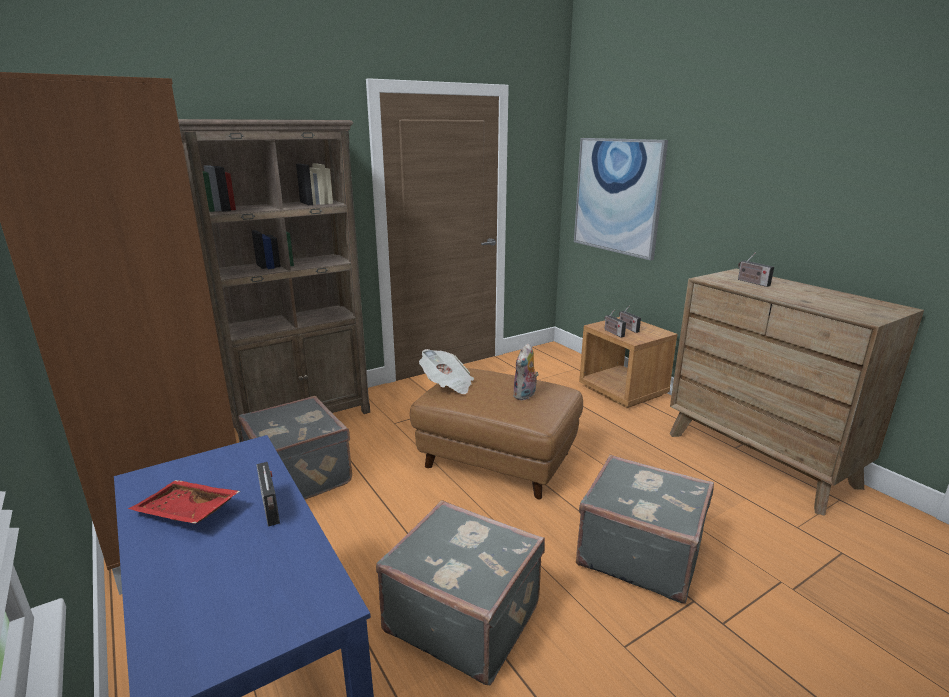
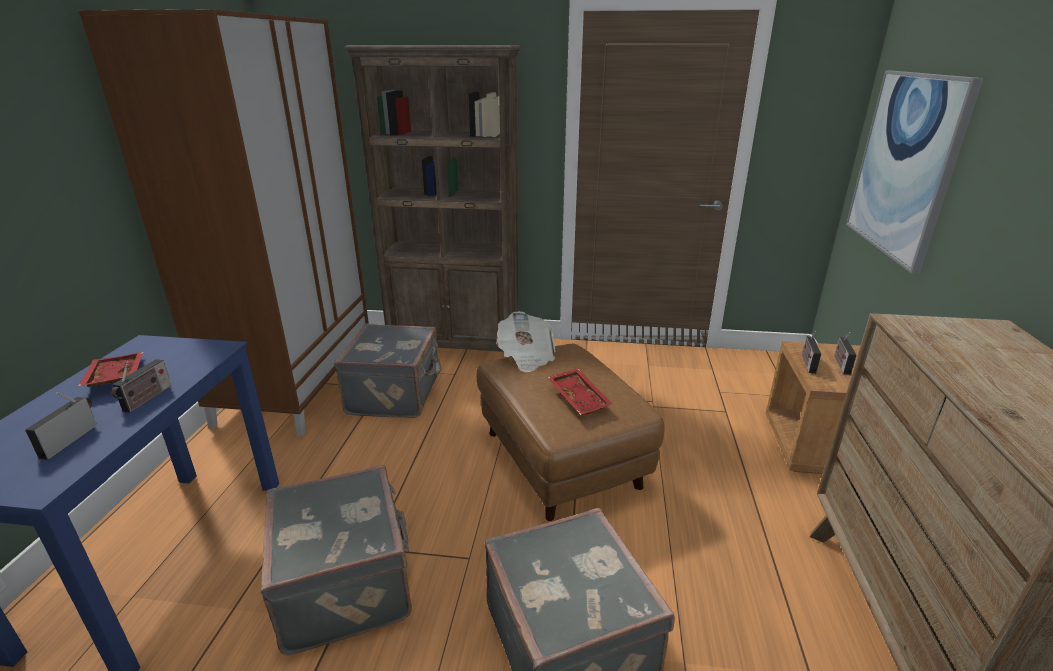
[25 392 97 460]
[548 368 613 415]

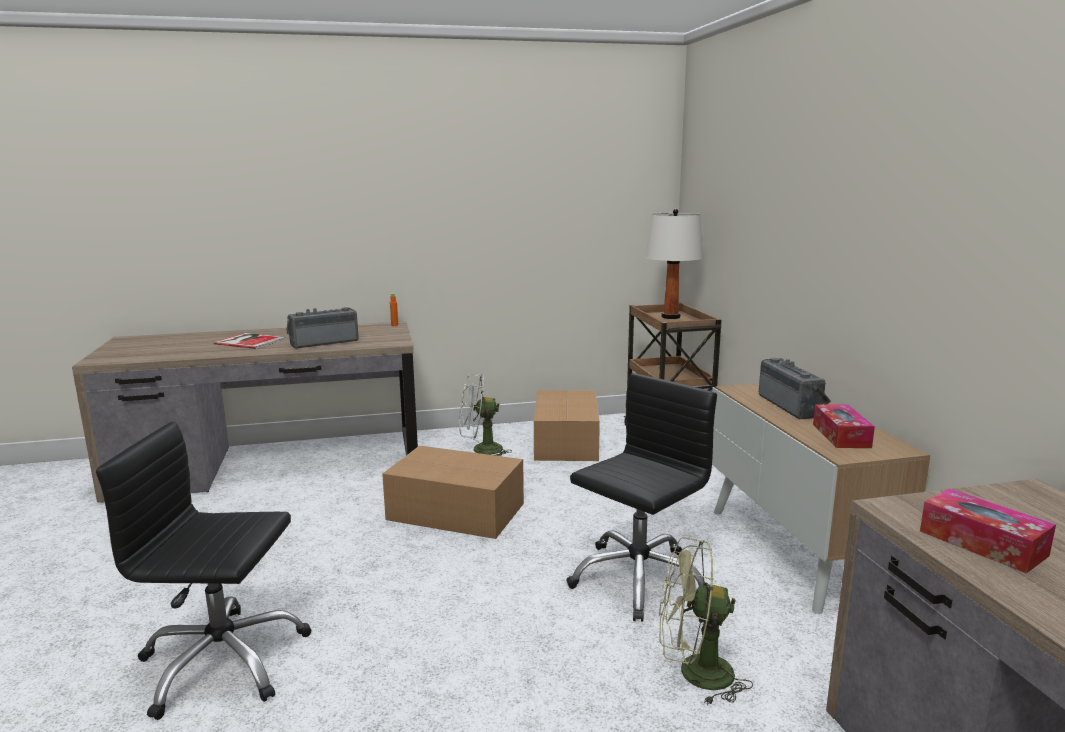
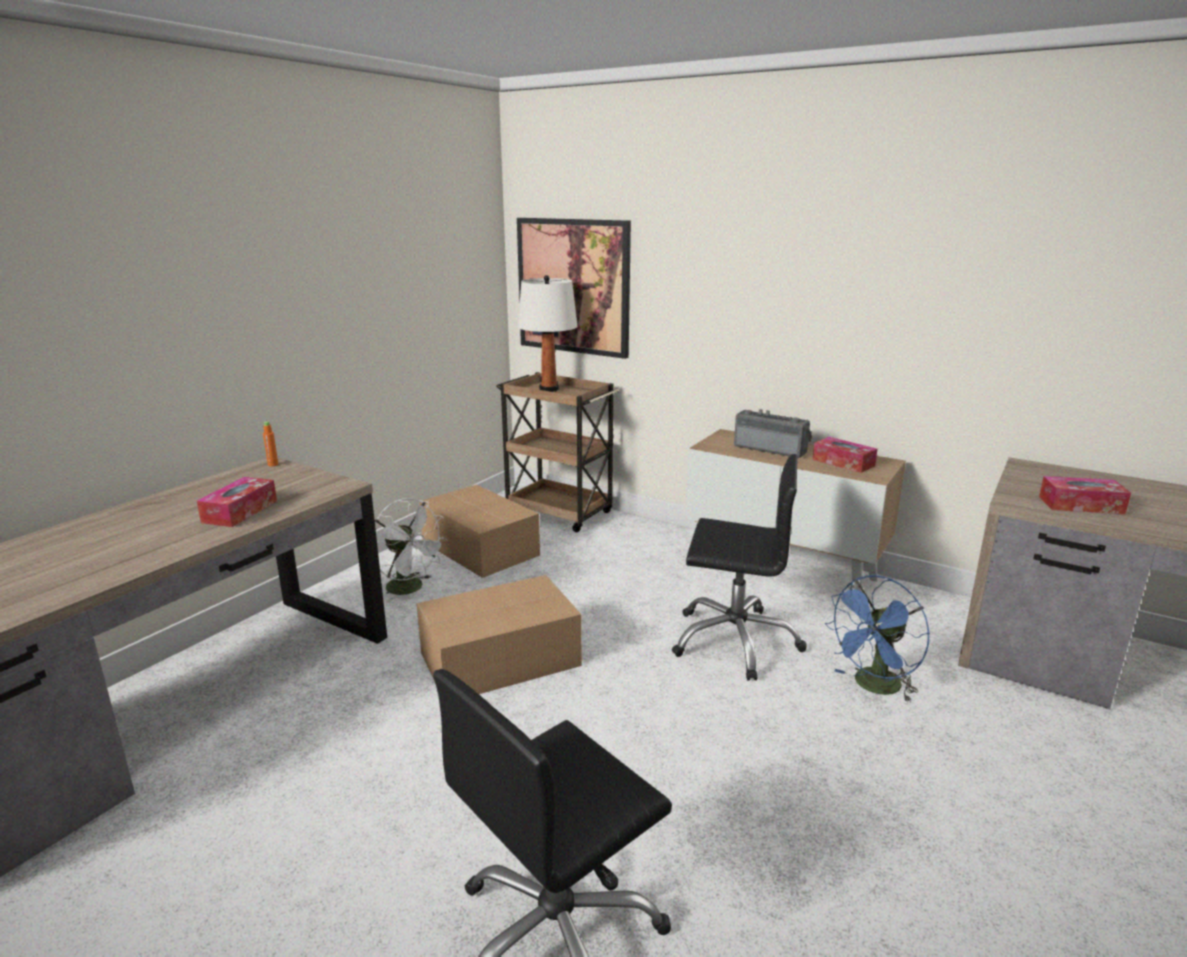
[197 477 277 527]
[213 333 286 349] (first image)
[672 454 807 681]
[375 498 448 603]
[825 575 930 703]
[517 218 631 359]

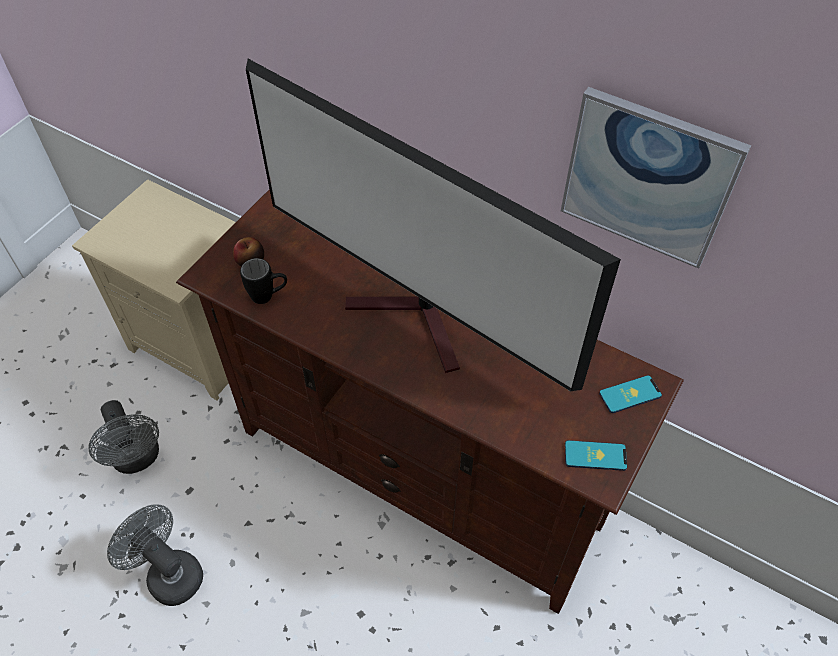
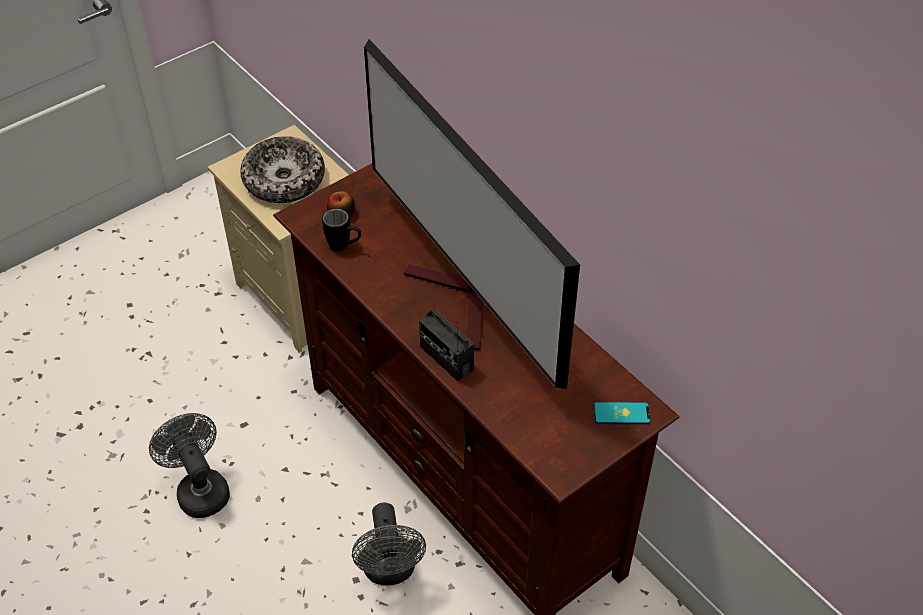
[561 87 751 269] (first image)
[352 503 426 586]
[565 440 627 471] (first image)
[240 136 325 203]
[419 309 474 381]

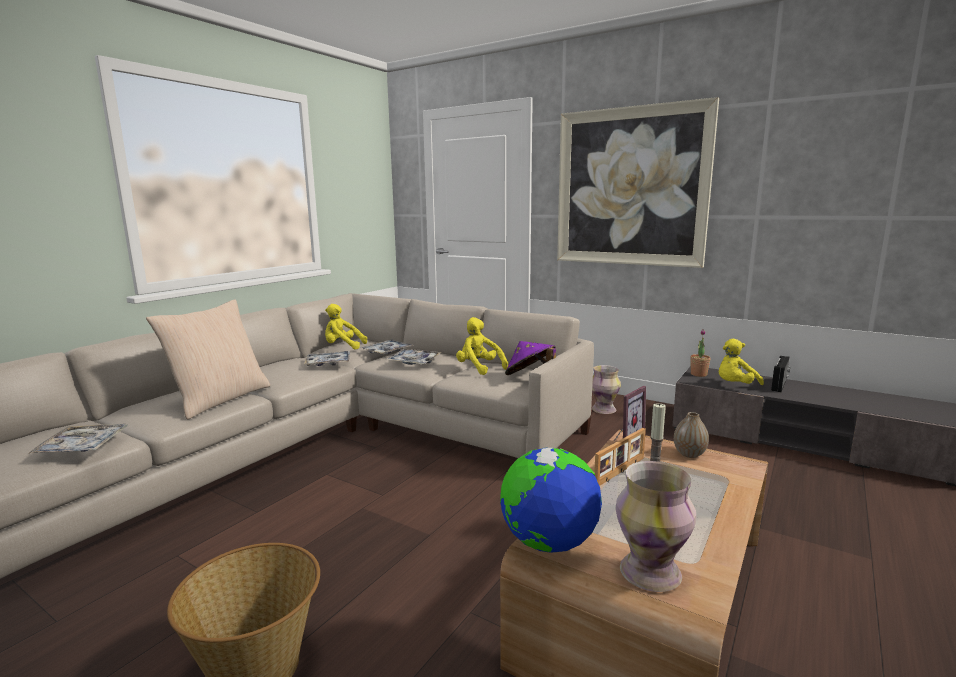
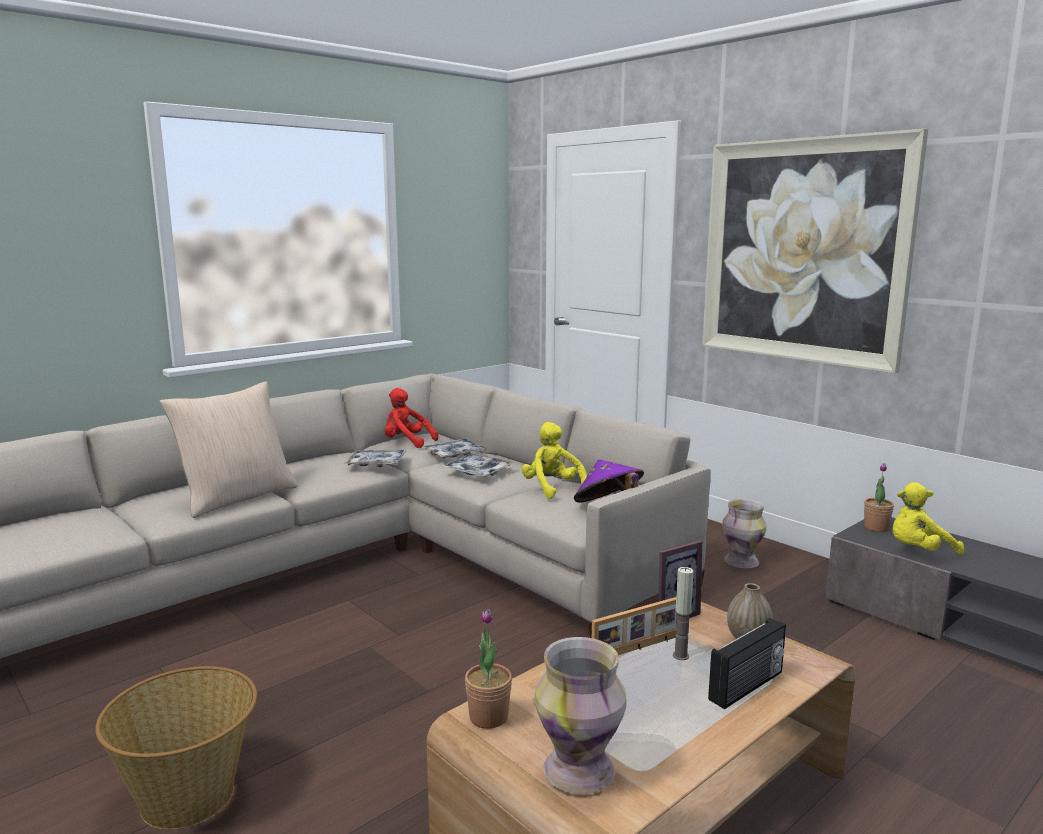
[384 388 438 448]
[708 618 786 709]
[28 424 127 454] (first image)
[465 609 512 729]

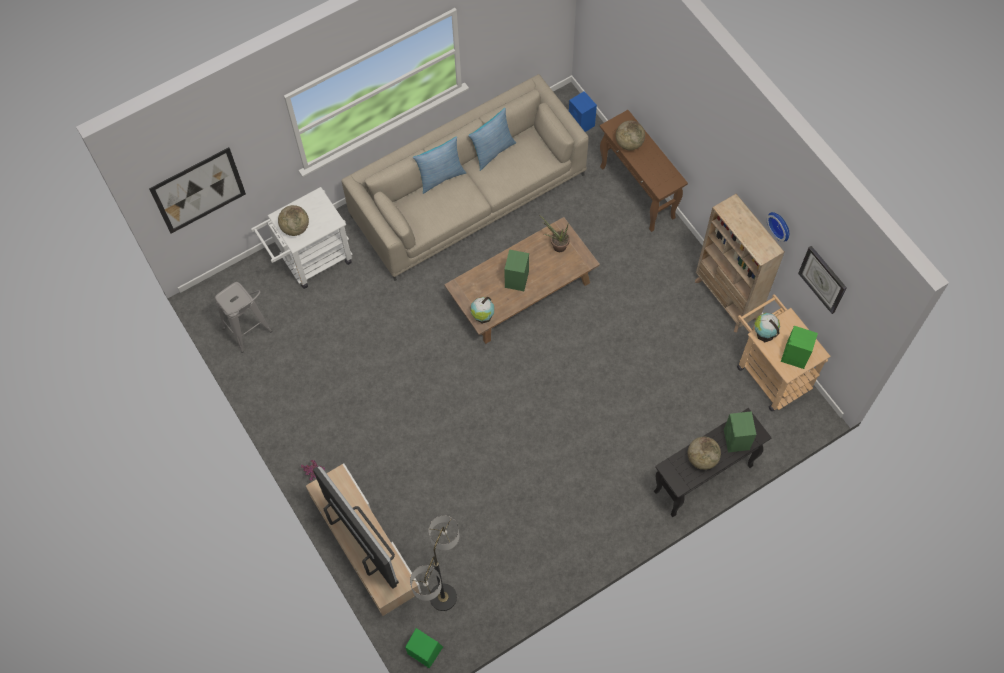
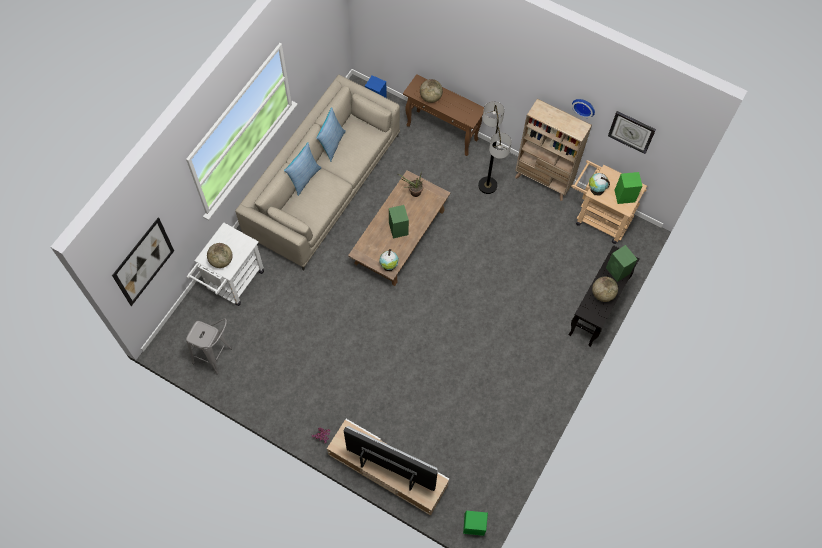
[478 101 512 194]

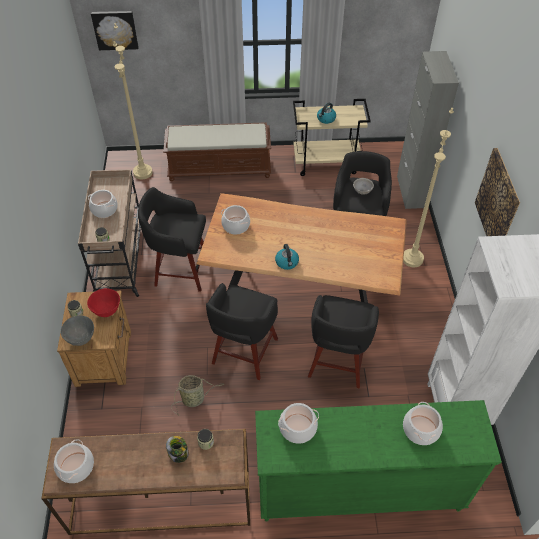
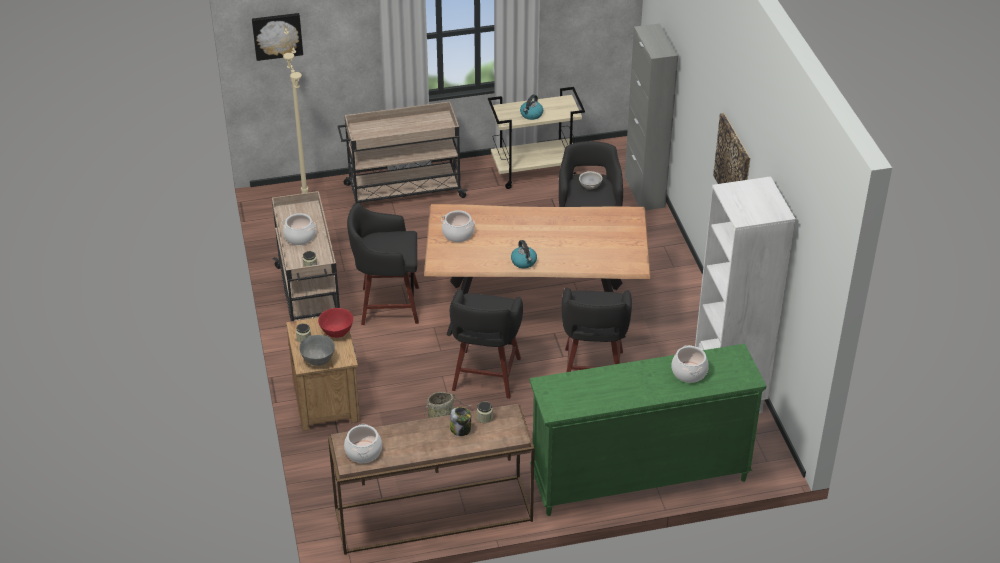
[403 108 454 267] (first image)
[338 102 467 204]
[278 403 319 444] (first image)

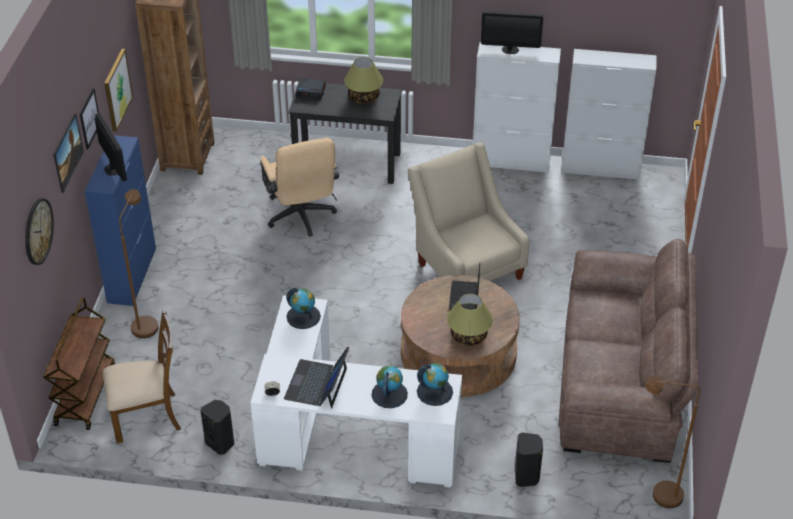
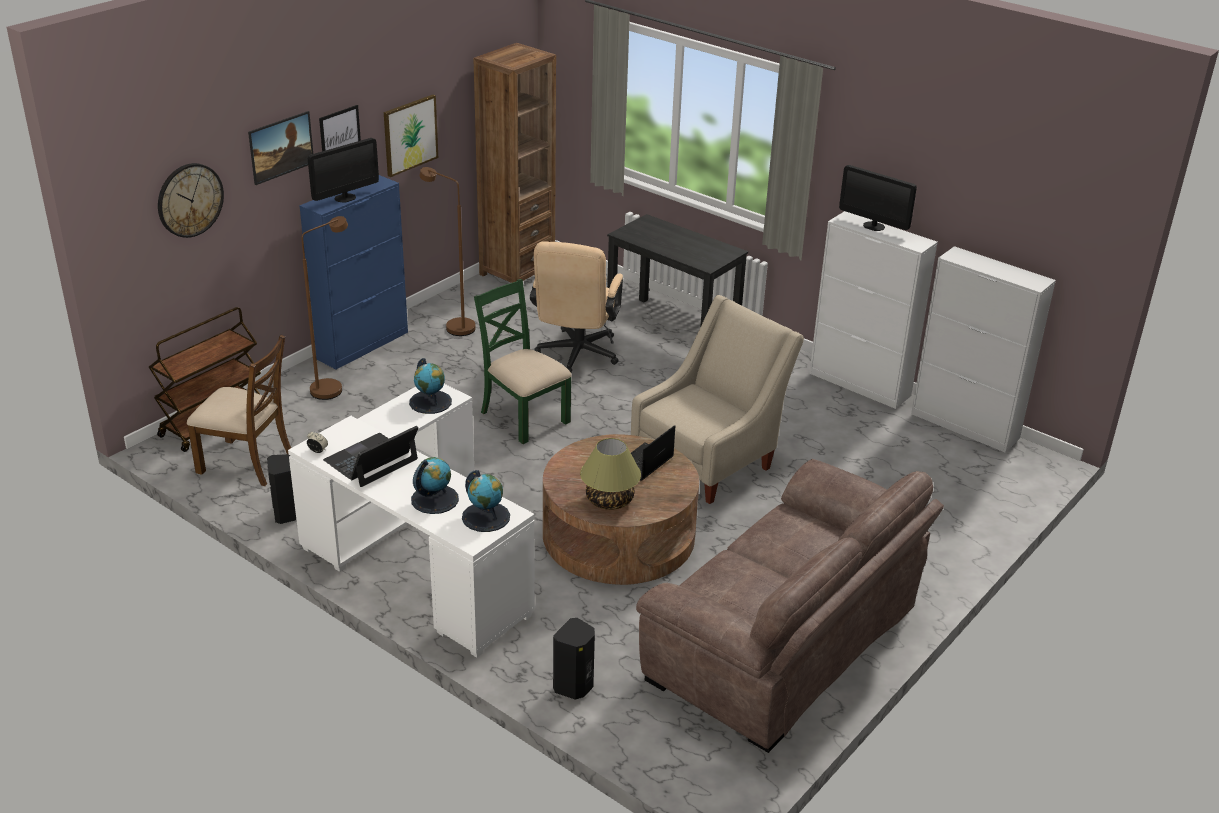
[344 57 383 104] (first image)
[296 78 326 101] (first image)
[308 138 379 203]
[631 295 804 504]
[419 167 476 336]
[474 279 572 444]

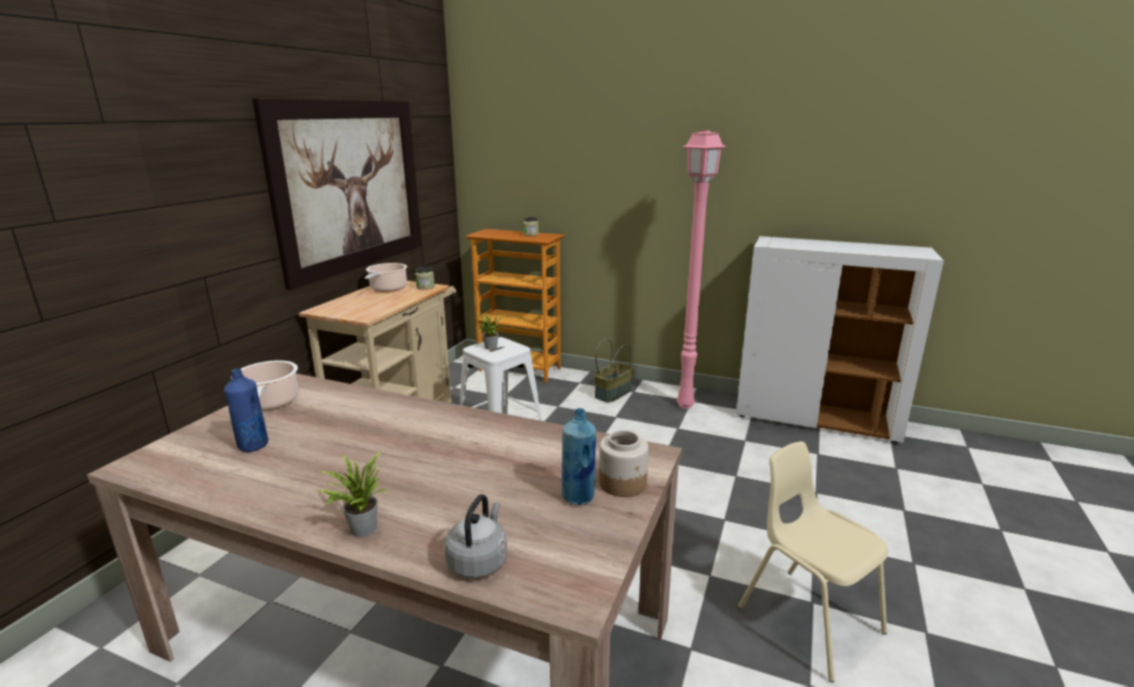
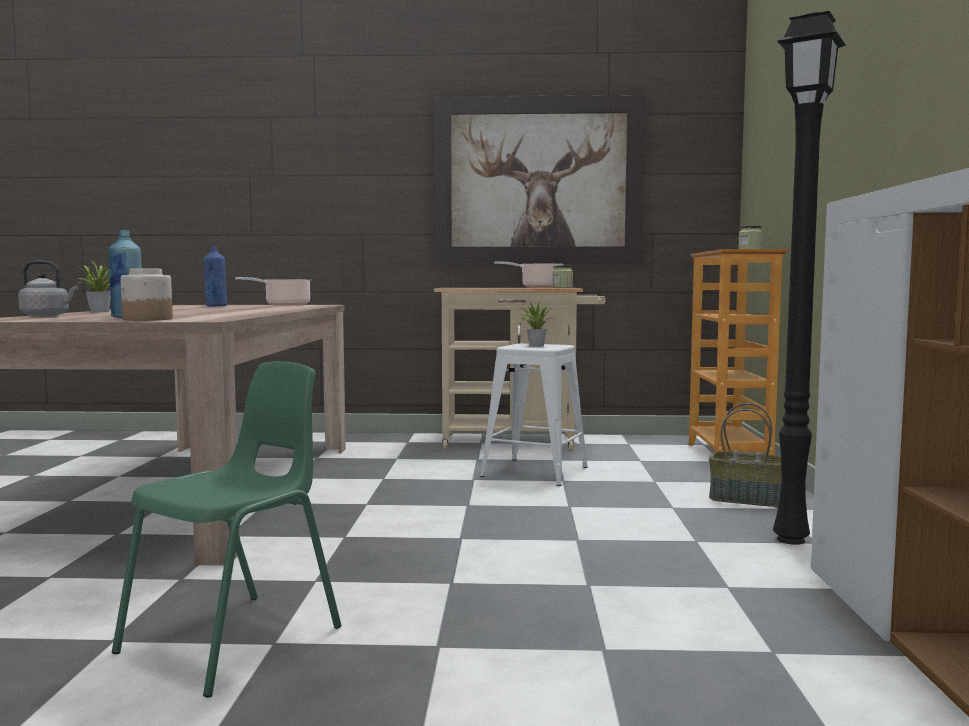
[773 11 846 545]
[112 361 341 697]

